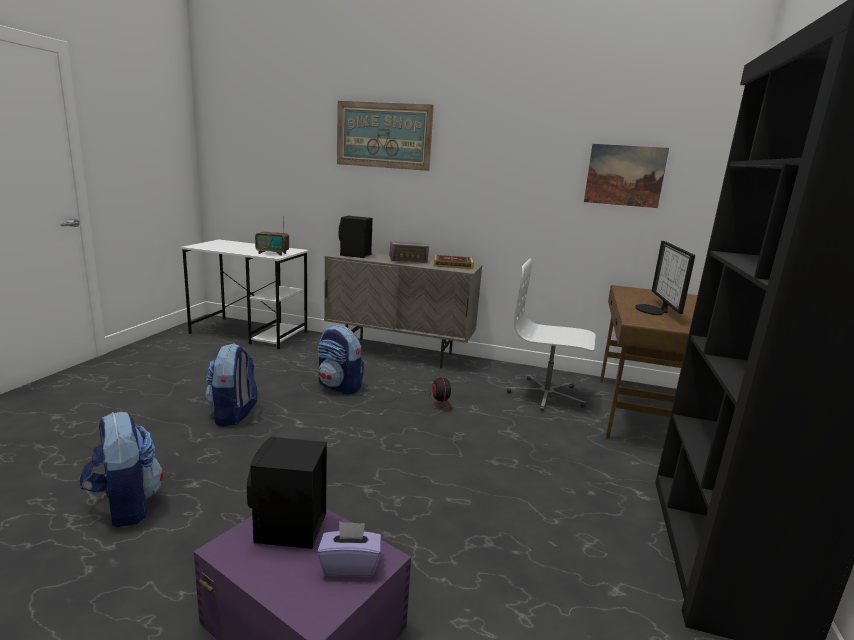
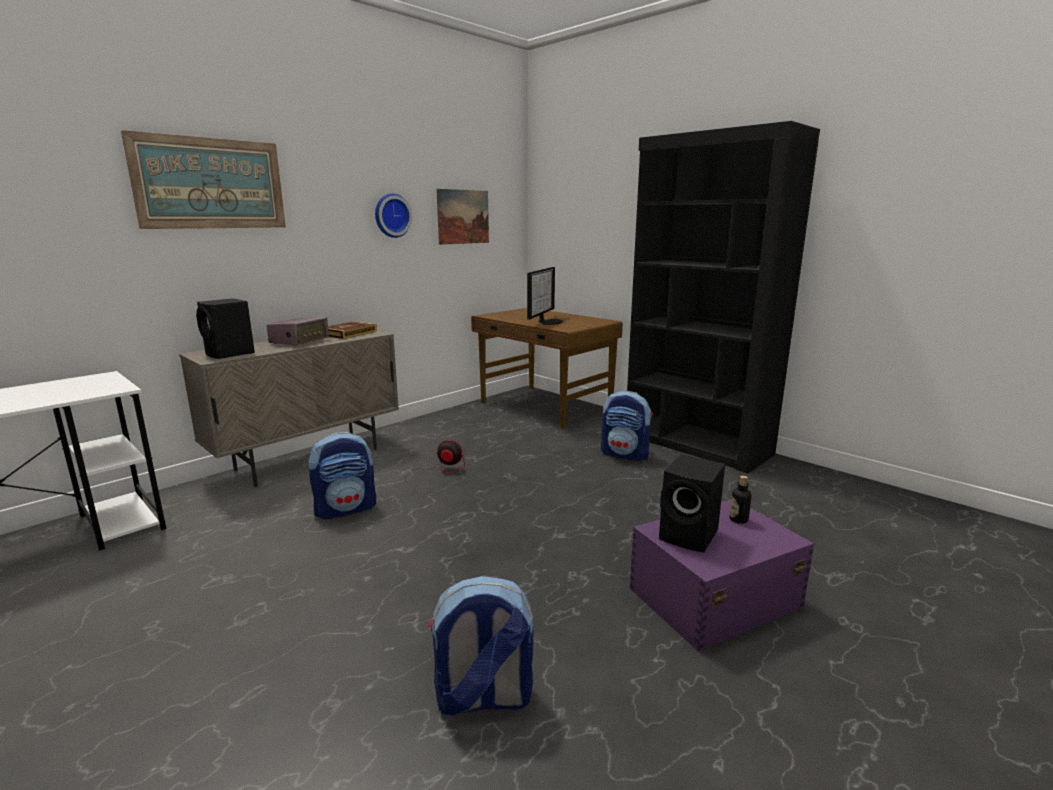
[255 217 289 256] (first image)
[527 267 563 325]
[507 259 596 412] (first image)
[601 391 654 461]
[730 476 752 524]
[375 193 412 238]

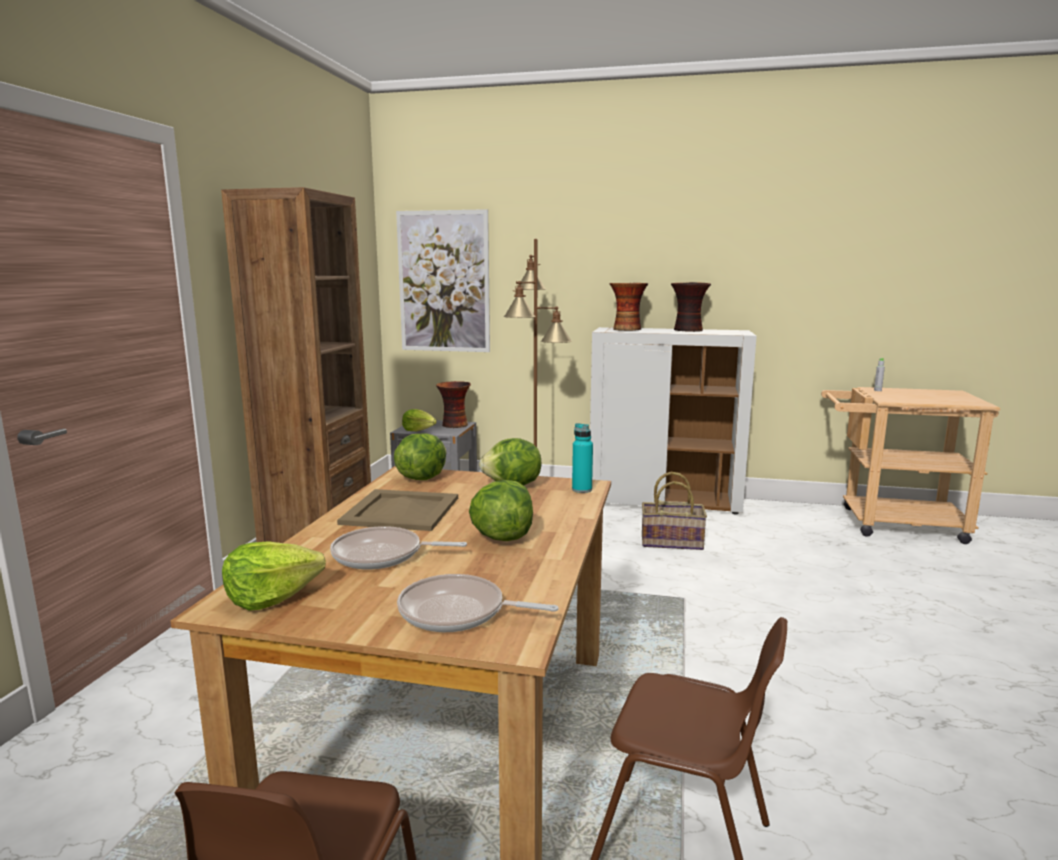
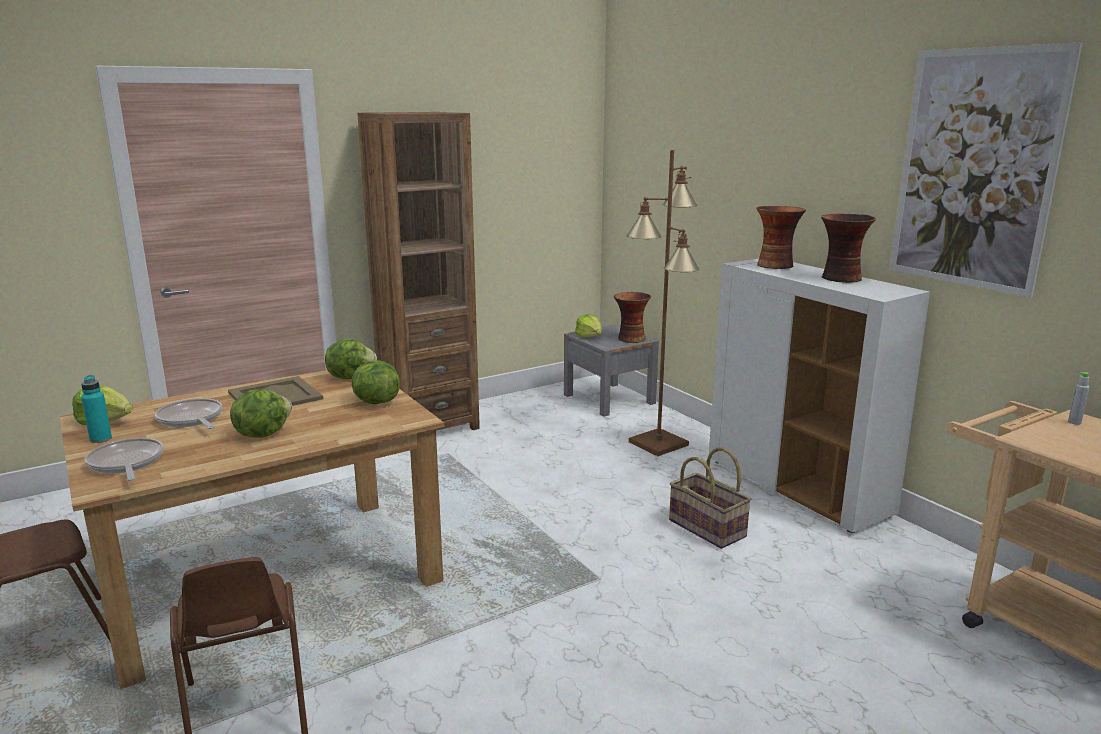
[889 43 1082 298]
[81 375 112 443]

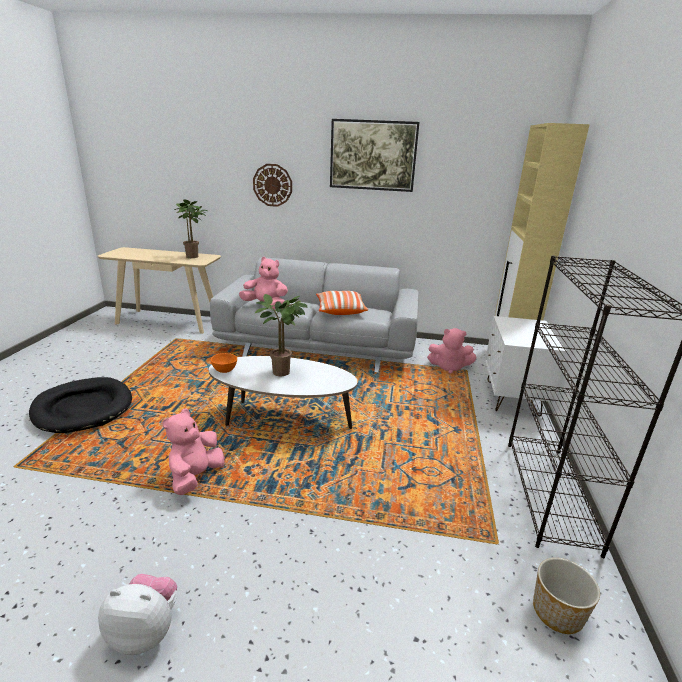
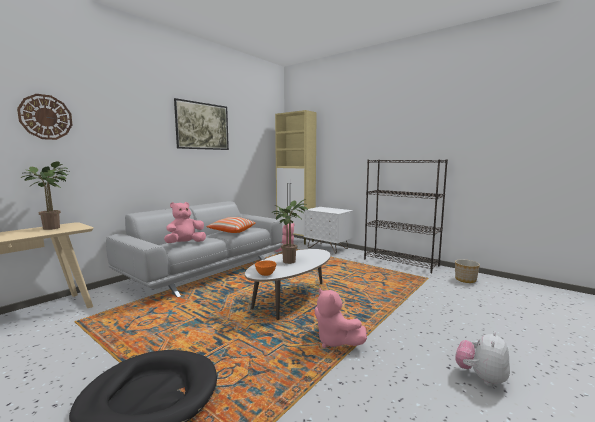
[17 94 73 140]

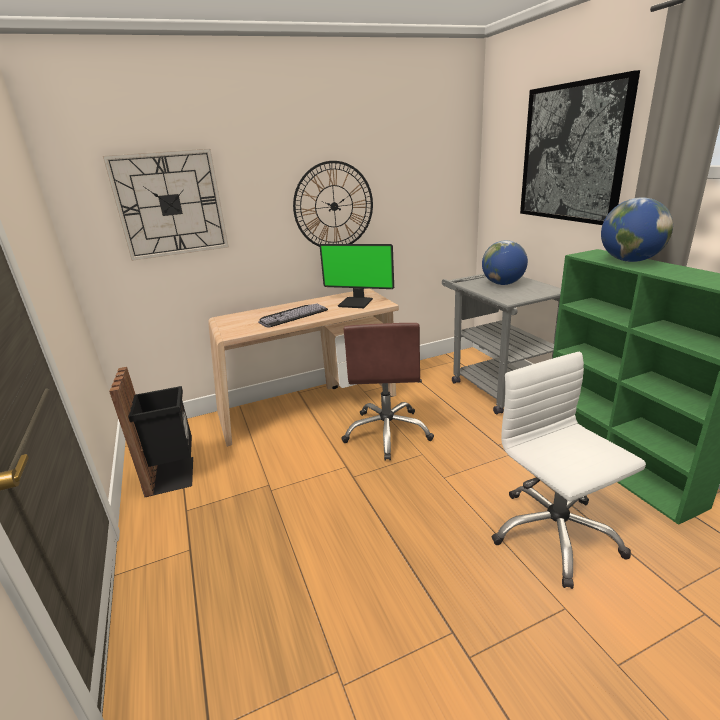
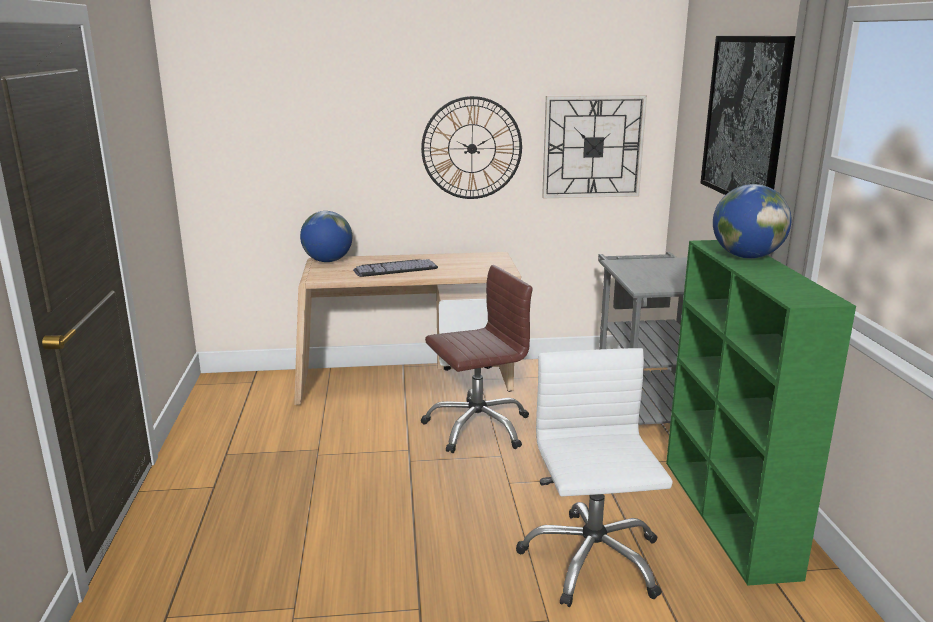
[542 95 647 198]
[300 211 352 262]
[320 244 394 308] (first image)
[421 265 533 453]
[109 367 193 497] (first image)

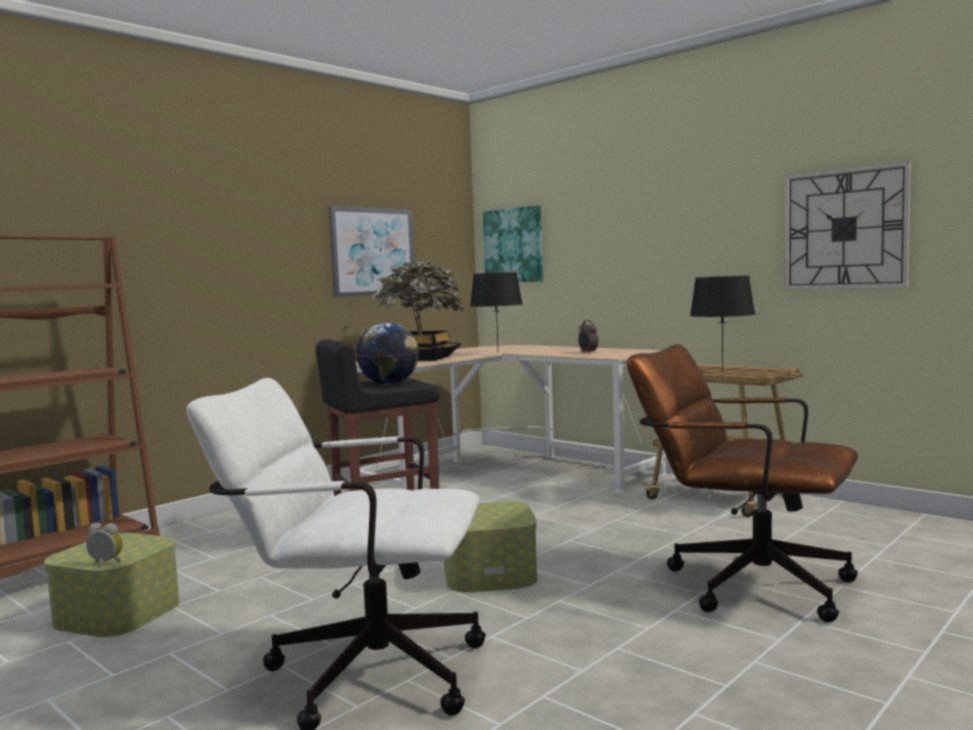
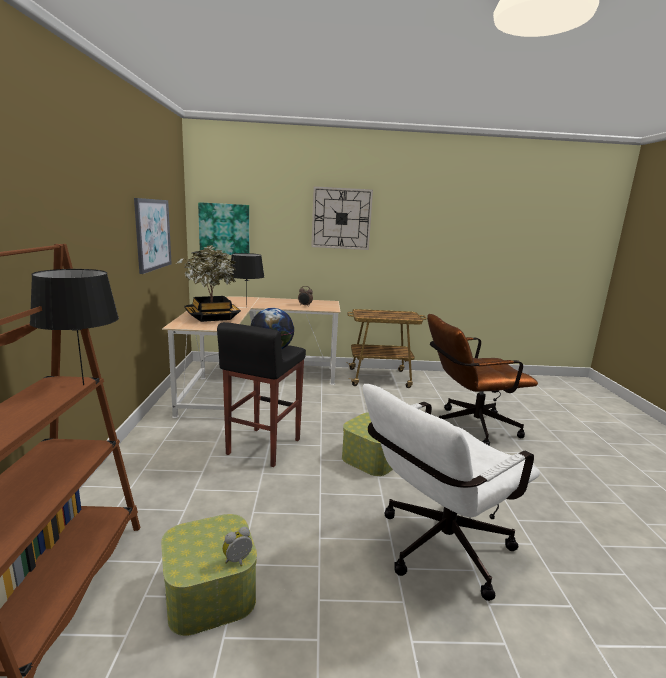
[311 186 373 250]
[30 269 119 385]

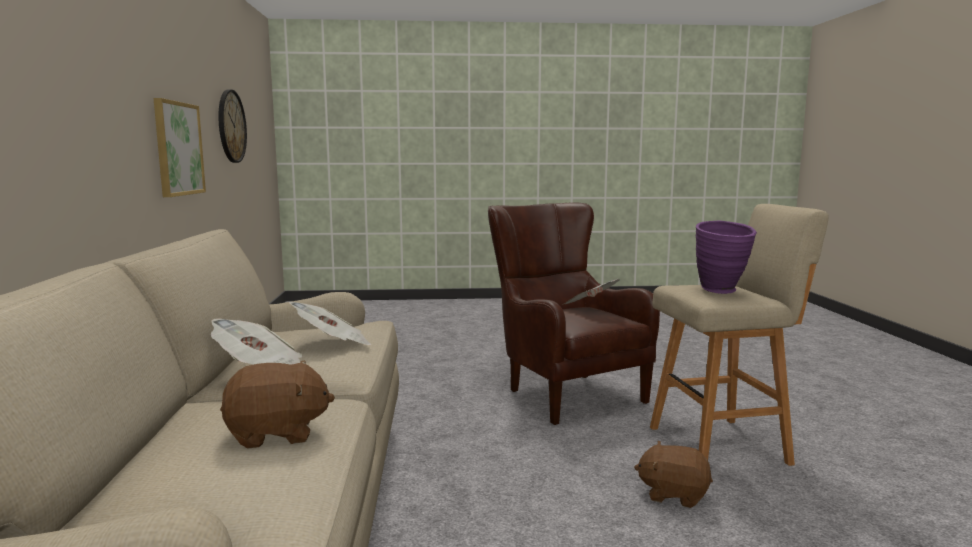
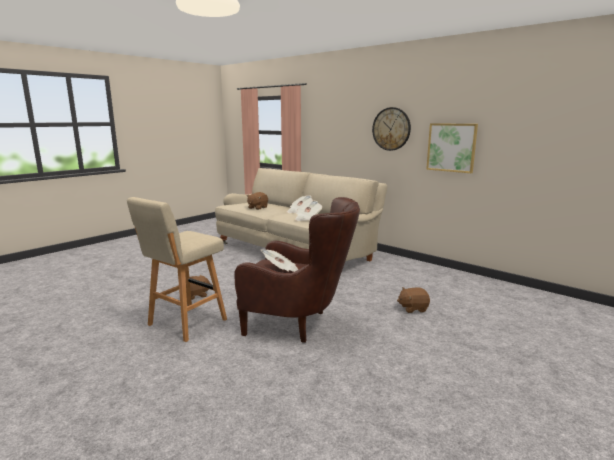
[372 107 411 151]
[696 221 757 294] (first image)
[397 287 430 313]

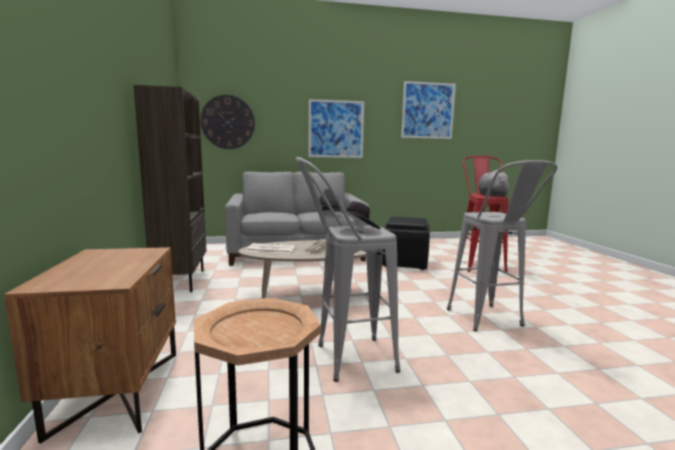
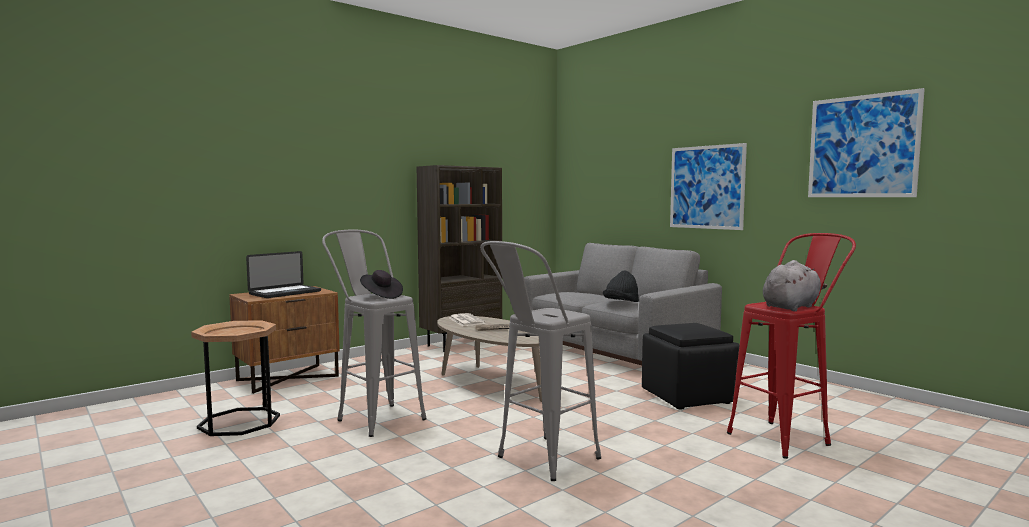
[200 95 255 149] (first image)
[246 251 321 298]

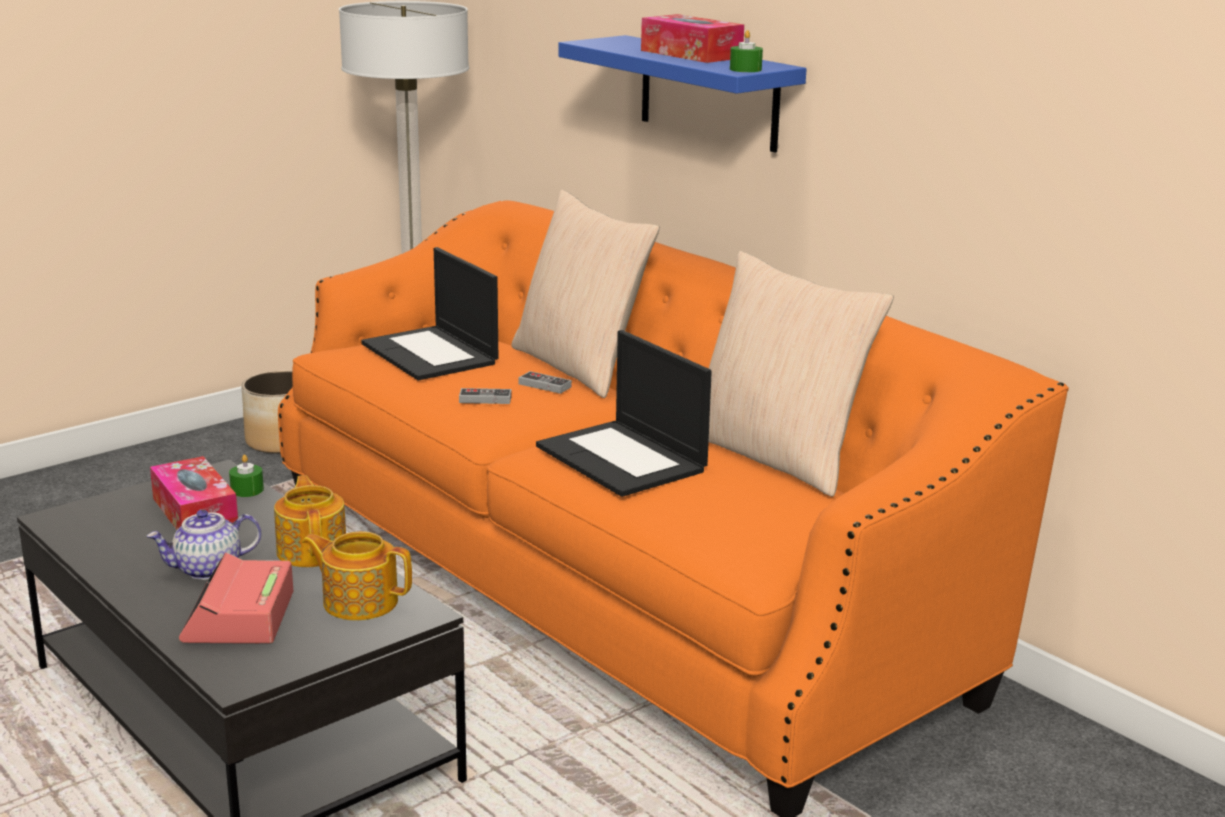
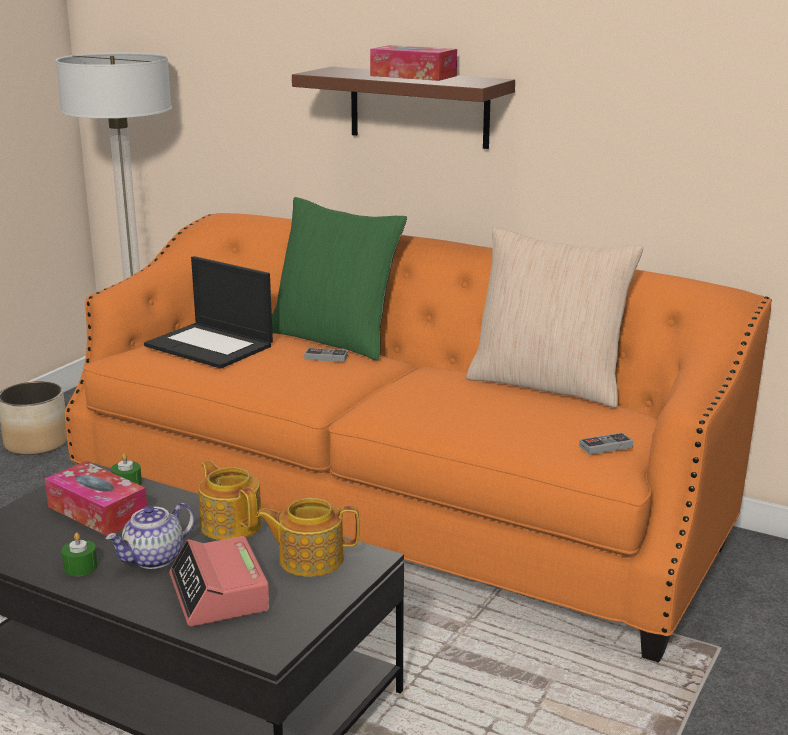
[61 533 98 576]
[292 67 515 149]
[272 197 407 361]
[536 330 712 497] (first image)
[579 432 633 455]

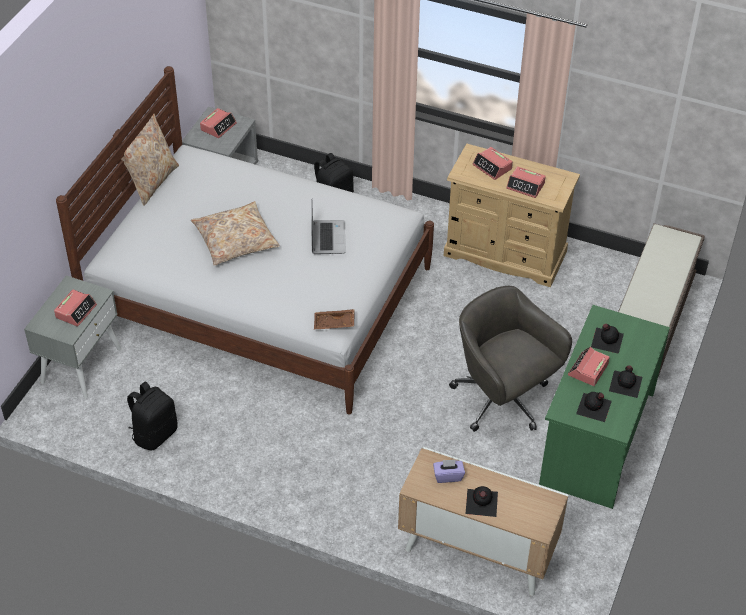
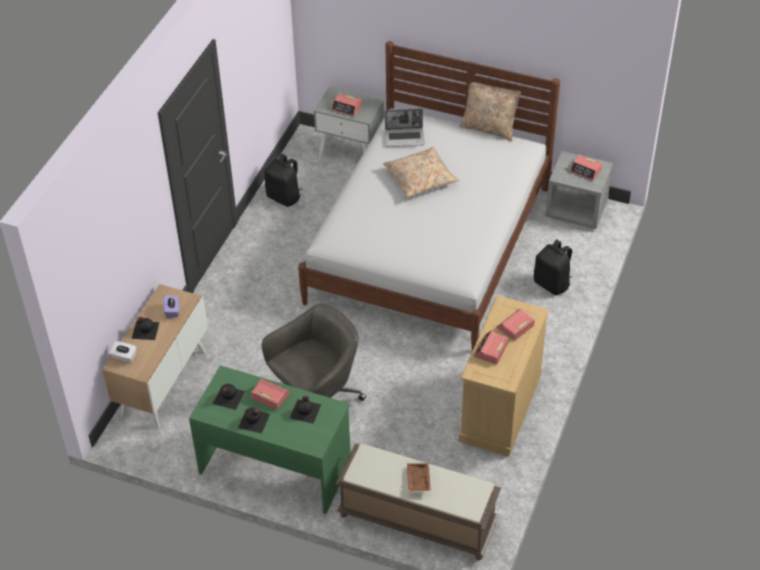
[385 109 425 147]
[407 463 431 491]
[110 341 137 363]

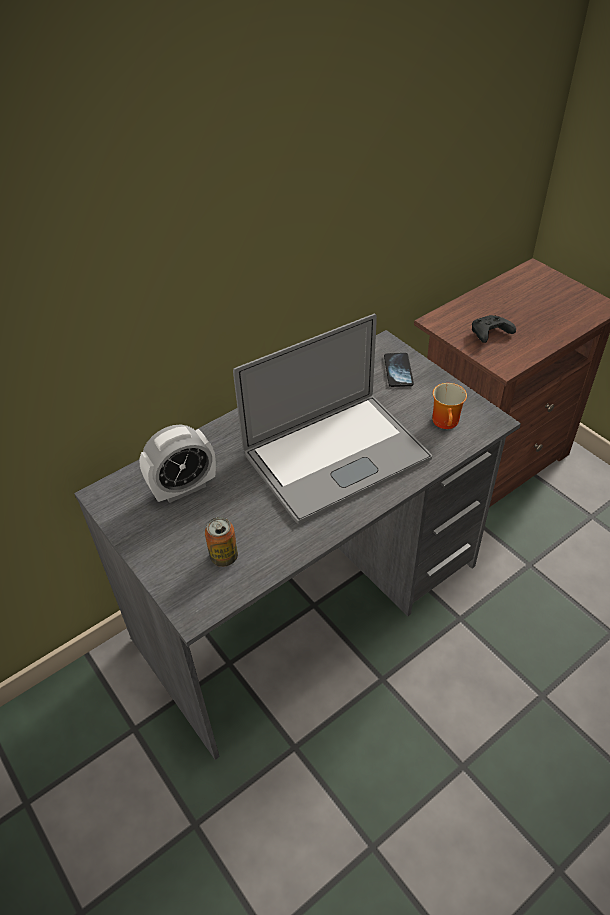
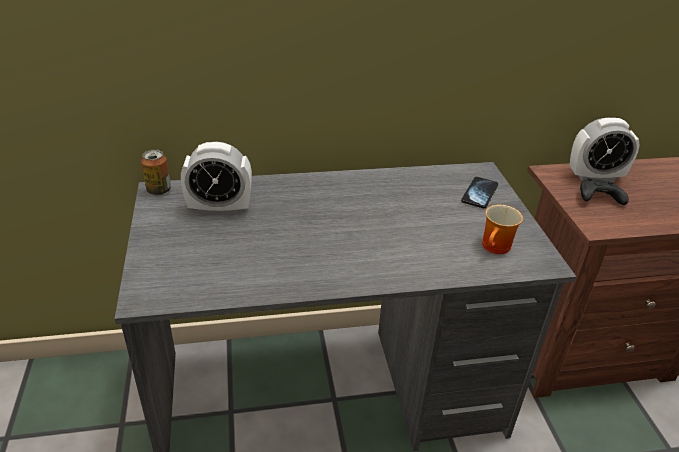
[233 313 432 524] (first image)
[141 149 171 195]
[569 118 640 182]

